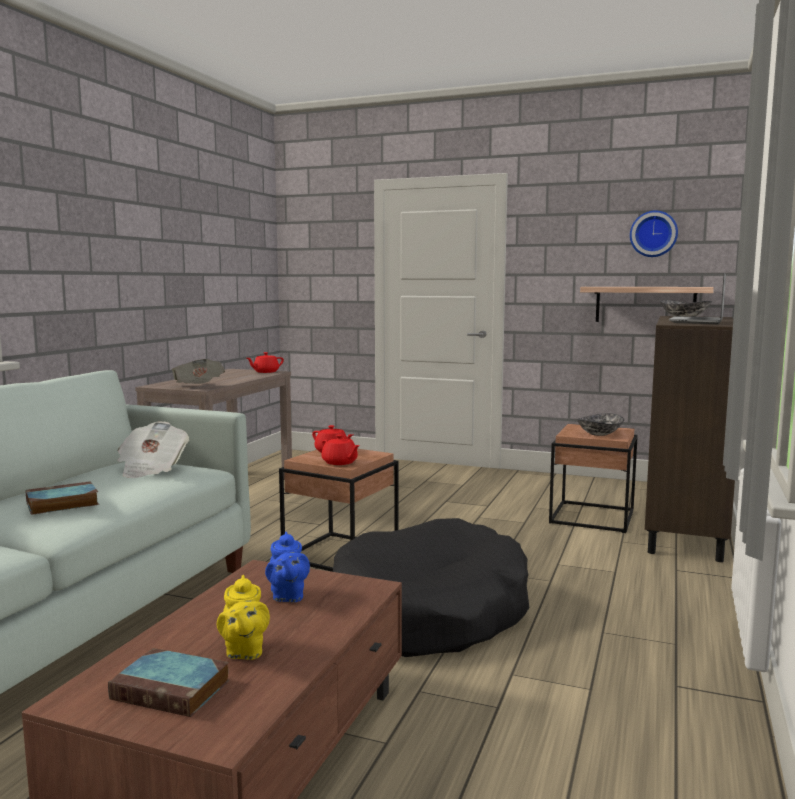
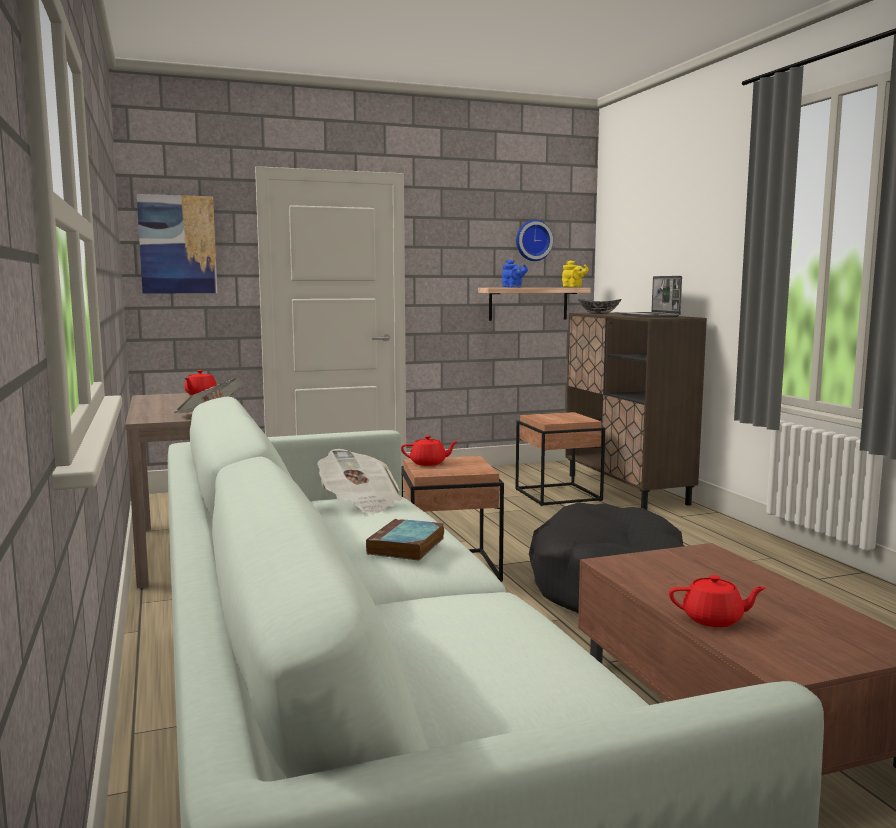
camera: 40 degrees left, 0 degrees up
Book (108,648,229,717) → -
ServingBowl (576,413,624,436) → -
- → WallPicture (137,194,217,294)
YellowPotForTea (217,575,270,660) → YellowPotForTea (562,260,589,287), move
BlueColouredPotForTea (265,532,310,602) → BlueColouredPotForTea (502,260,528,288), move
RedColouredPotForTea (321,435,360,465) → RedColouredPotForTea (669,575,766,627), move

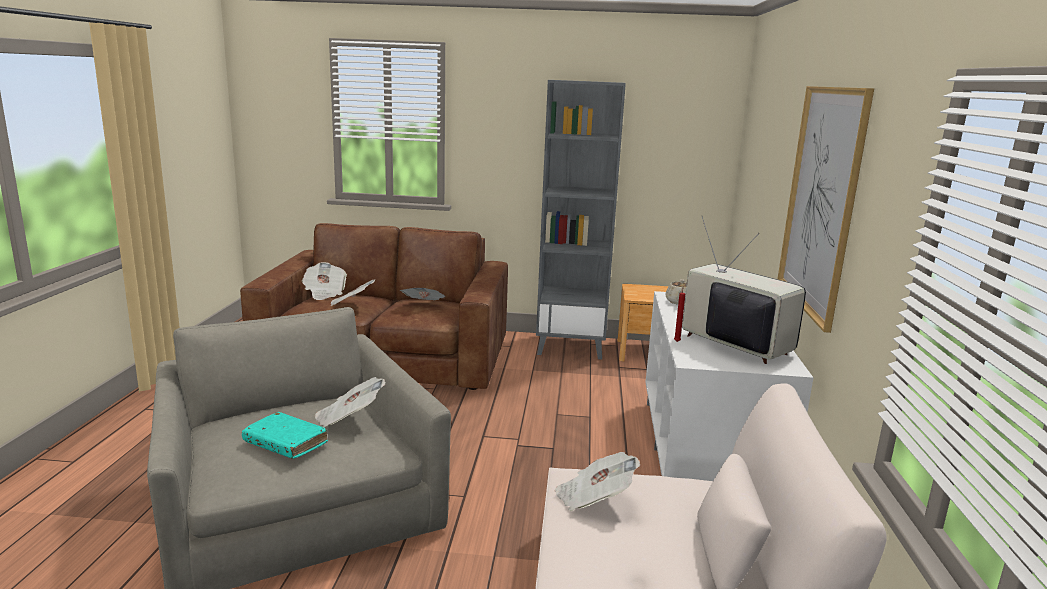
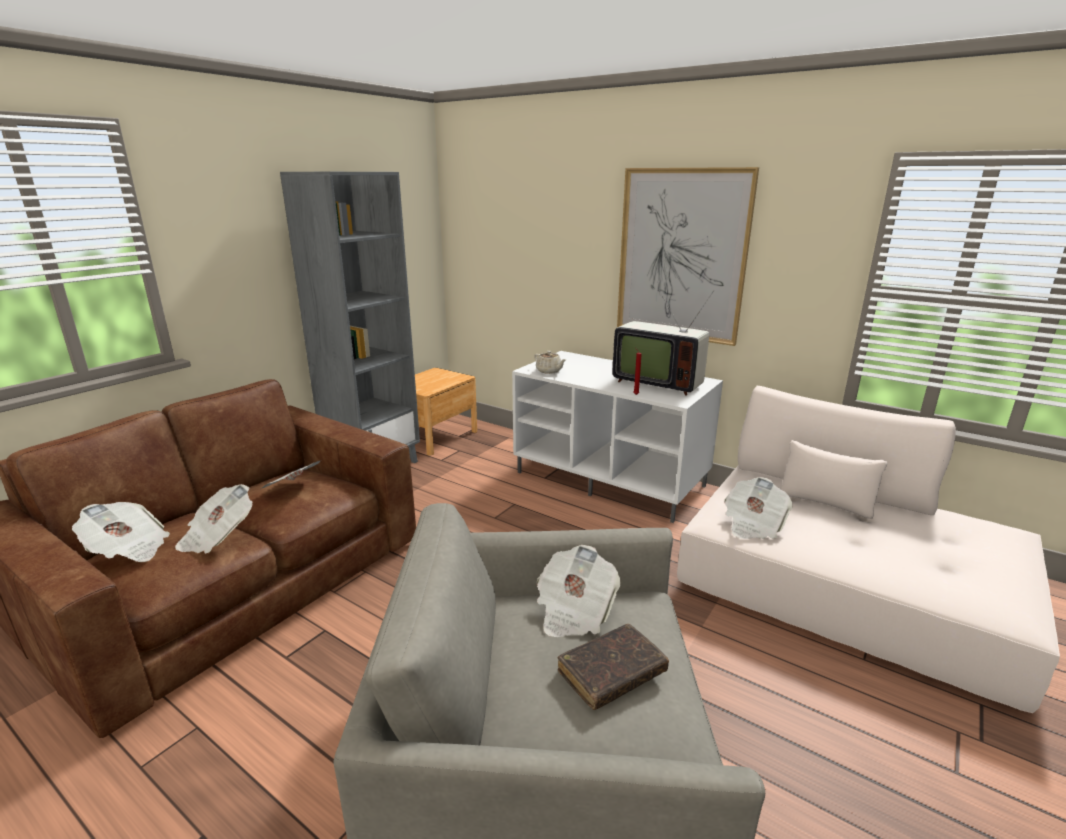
camera: 60 degrees left, 5 degrees up
TurquoiseBook (242,412,328,459) → BrownColouredBook (557,624,669,710)
Tv (682,217,806,364) → Tv (613,289,714,396), 135 degrees counterclockwise

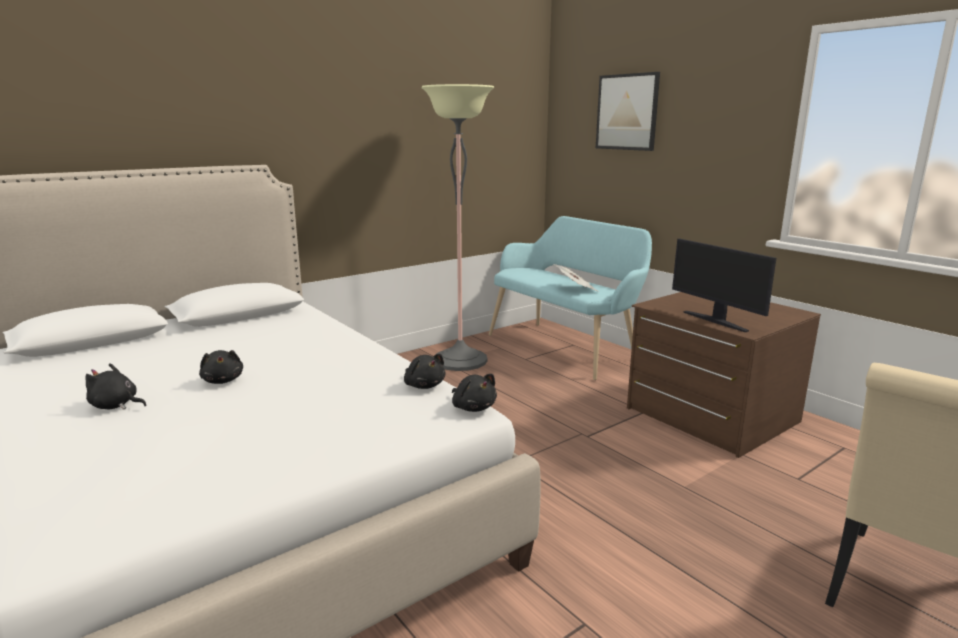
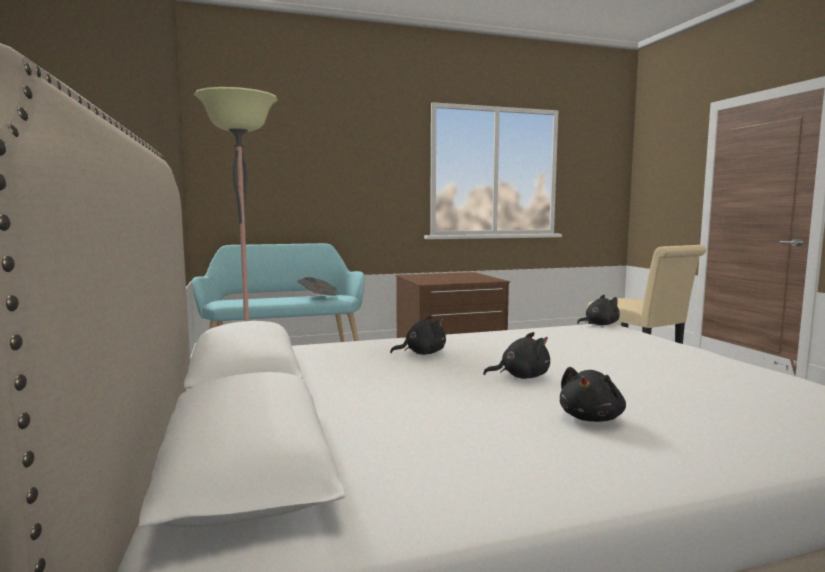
camera: 70 degrees left, 10 degrees down
WallPicture (596,72,660,151) → -
ComputerScreen (672,239,776,332) → -
BlackColouredCuddlyToy (404,354,446,389) → BlackColouredCuddlyToy (390,315,446,355), move

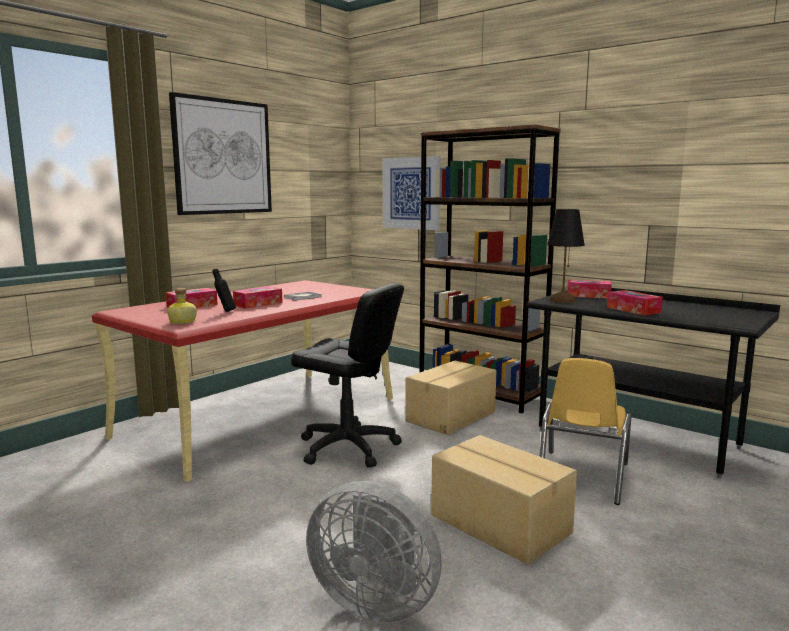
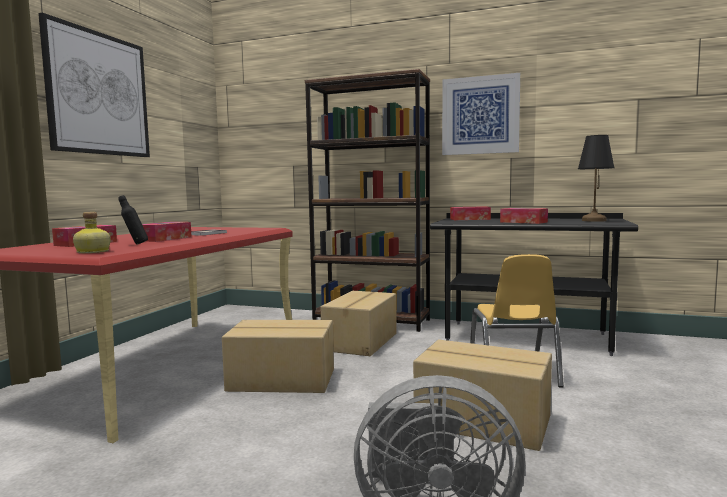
camera: 20 degrees left, 5 degrees down
WallPicture (383,156,441,230) → WallPicture (442,73,520,155), move
BlackColouredTableLamp (547,209,585,303) → BlackColouredTableLamp (578,135,615,222), move
BlackColouredOfficeChair (291,283,404,468) → CardboardBox (222,320,334,393)

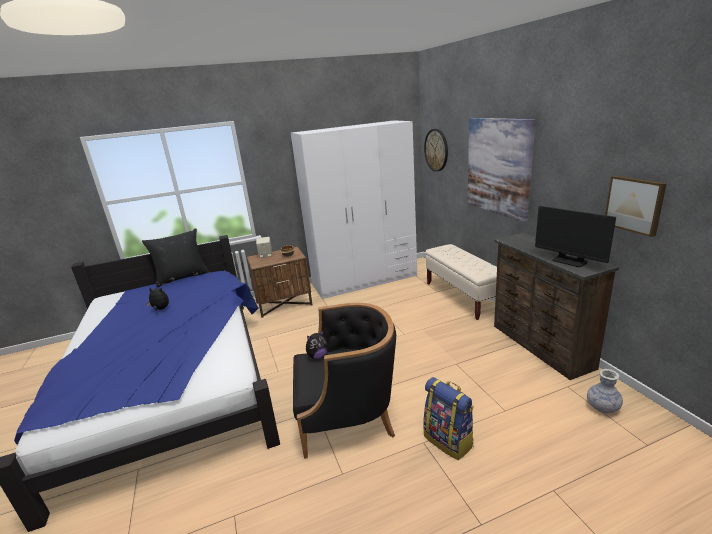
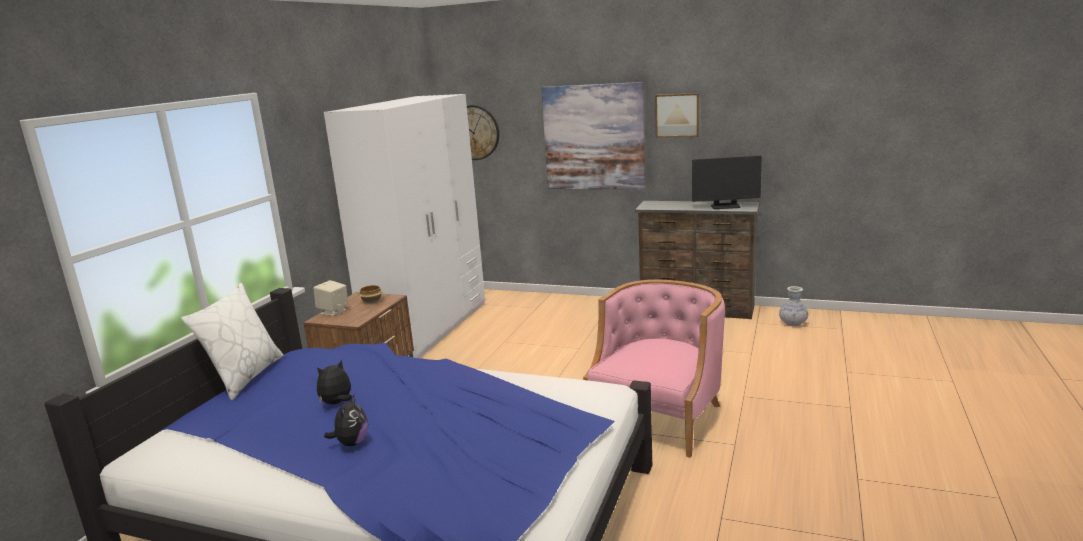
camera: 50 degrees left, 5 degrees down
Rucksack (423,377,474,460) → -
BeigeIndoorBench (425,244,497,320) → -
CuddlyToy (306,330,328,359) → CuddlyToy (324,395,368,446), move
WallPicture (605,175,667,237) → WallPicture (655,93,699,138), move
BlackColouredThrowPillow (142,228,210,287) → WhiteThrowPillow (181,283,284,400)
BlackColouredArmchair (293,303,396,459) → PinkArmchair (583,280,725,458)

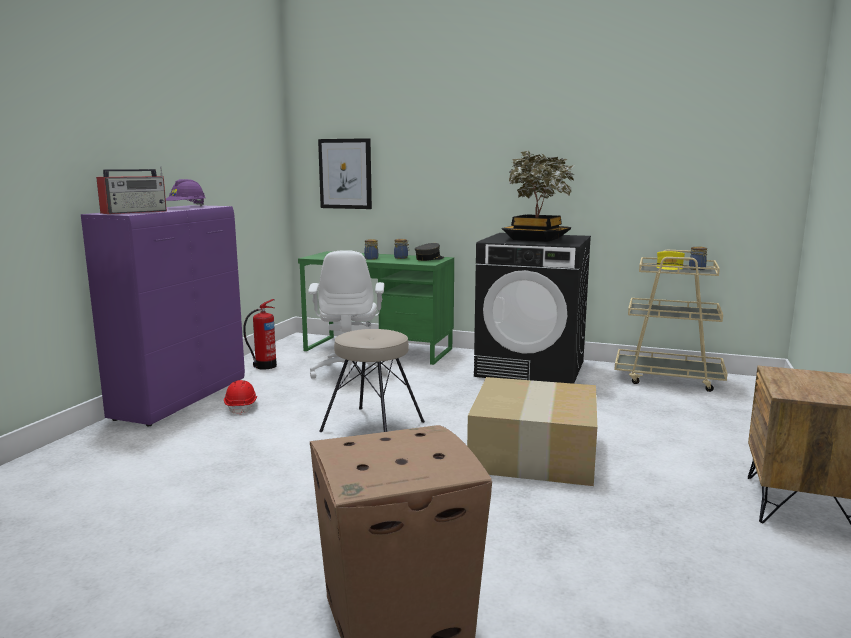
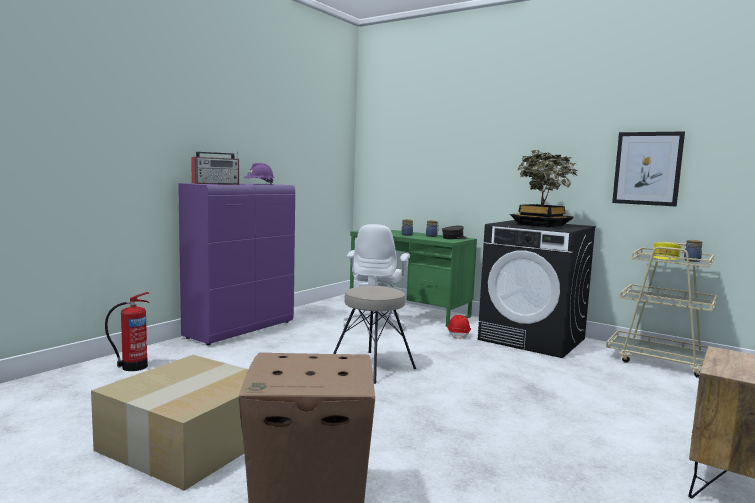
camera: 15 degrees right, 5 degrees down
RedColouredSafetyHelmet (224,380,257,415) → RedColouredSafetyHelmet (447,315,471,340), move
FireFightingCylinder (243,299,277,370) → FireFightingCylinder (105,292,149,371), move
WallPicture (318,138,372,209) → WallPicture (612,131,685,206), move
CardboardBox (467,377,597,486) → CardboardBox (91,355,248,491), move

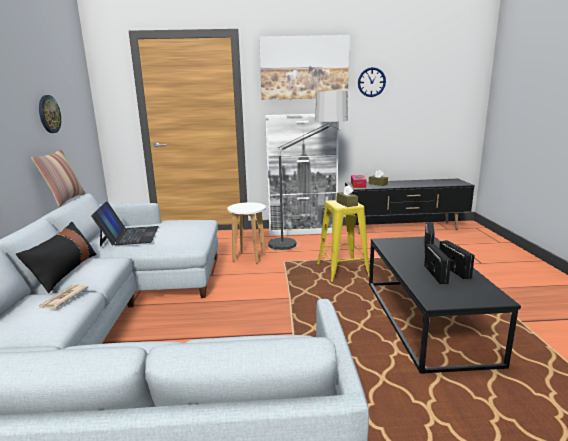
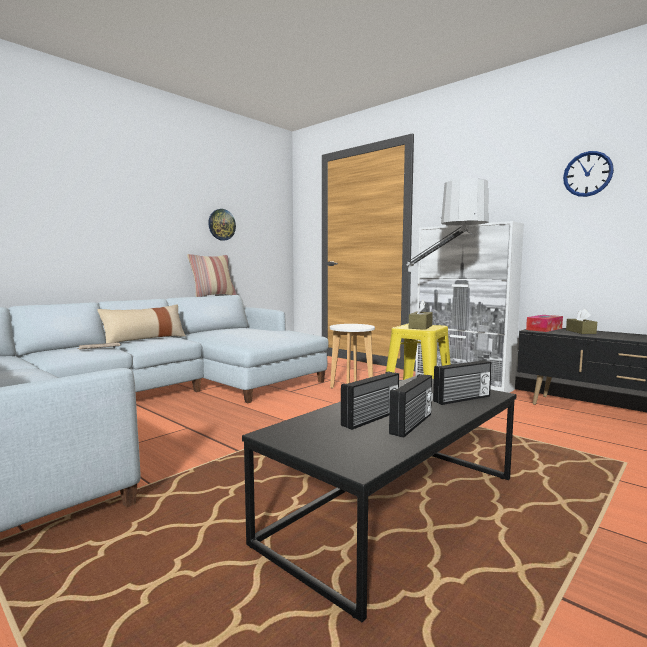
camera: 45 degrees right, 10 degrees down
PortableComputer (91,201,159,246) → -
WallPicture (259,35,349,100) → -
BlackColouredThrowPillow (16,222,97,293) → BeigeThrowPillow (97,304,186,343)

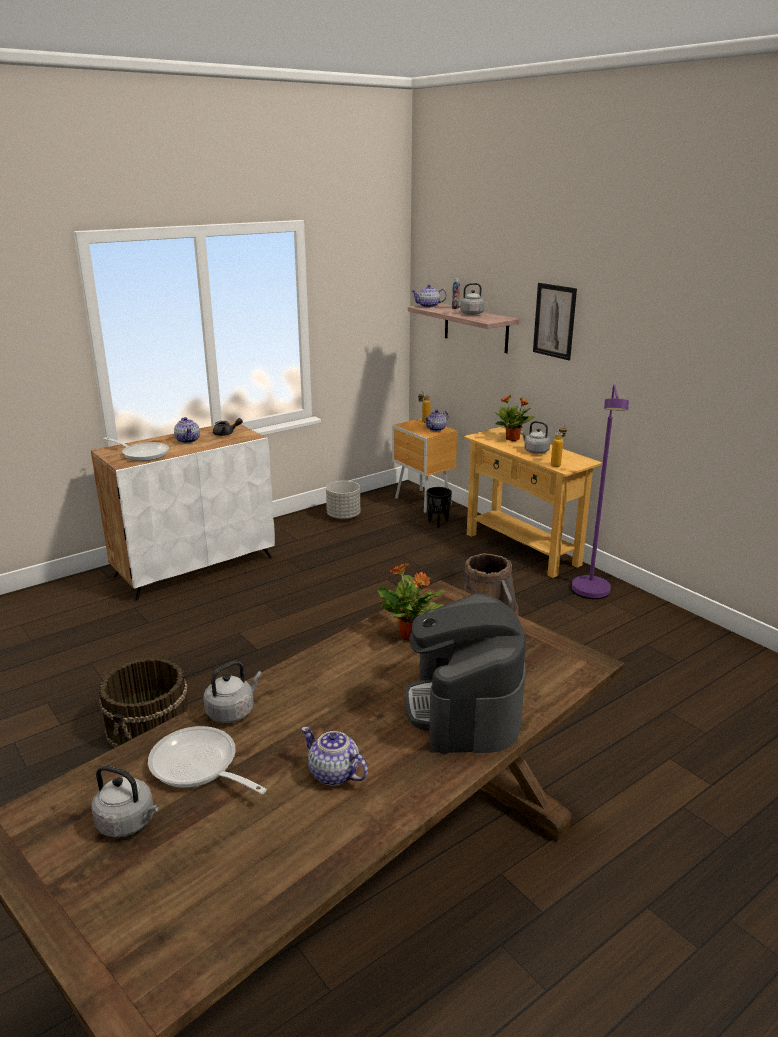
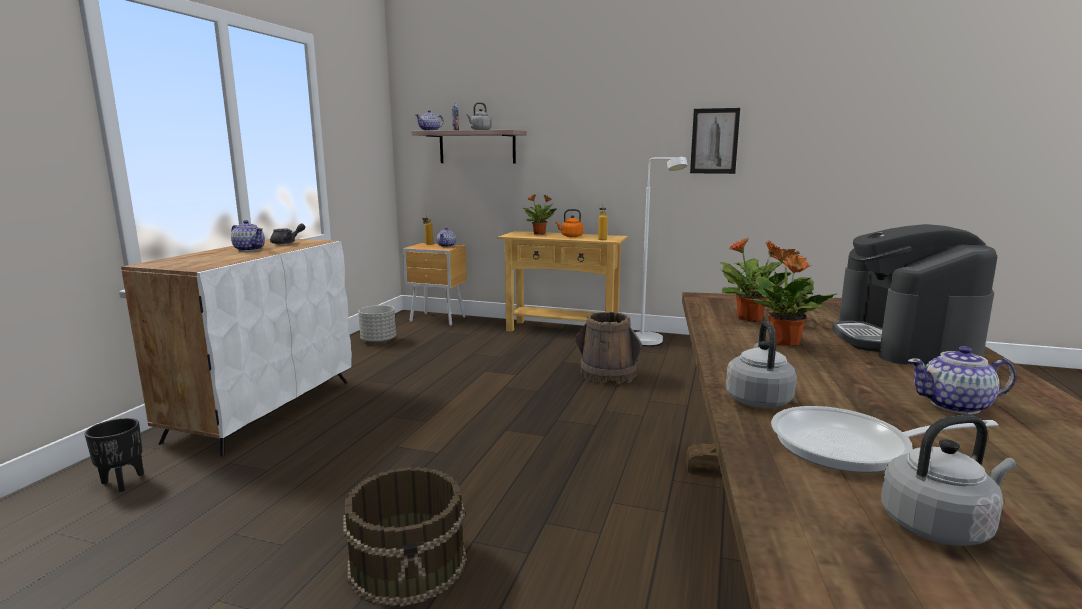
camera: 35 degrees left, 10 degrees down
Skillet (104,437,169,461) → -
- → PlantInAPot (753,248,836,346)
BlackColouredFlowerPot (426,487,452,528) → BlackColouredFlowerPot (85,418,144,492), move
WallPicture (533,283,577,360) → WallPicture (690,108,740,174), move
GreyishWaterKettle (521,421,550,454) → OrangeColouredWaterKettle (555,209,583,237)
PurpleStandardLamp (572,384,629,599) → WhiteStandardLamp (635,157,688,346)
CoffeeMaker (405,593,526,754) → CoffeeMaker (832,224,997,365), 45 degrees clockwise

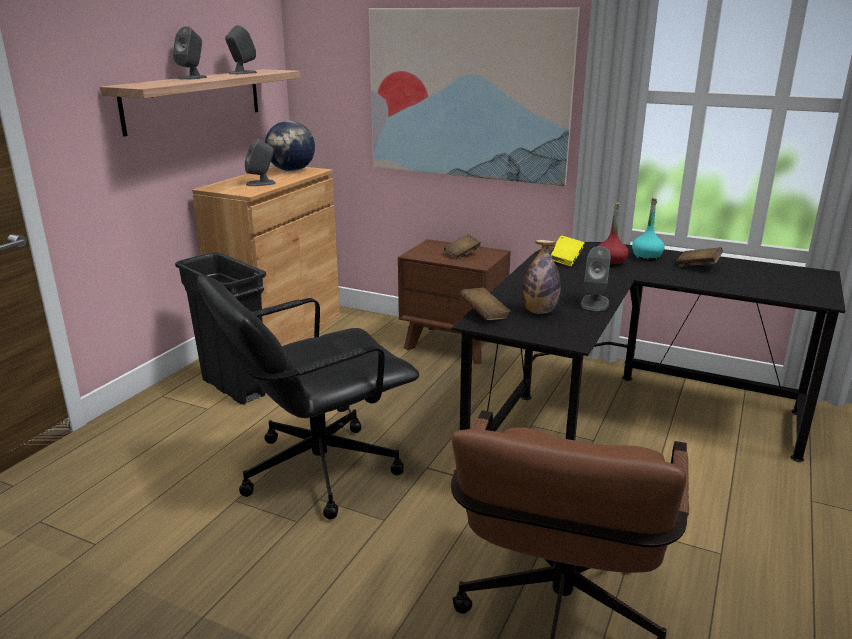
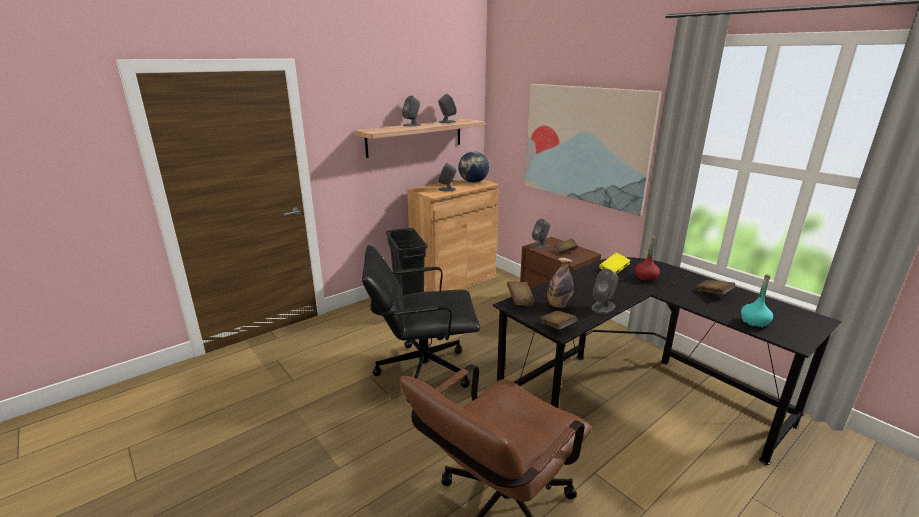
camera: 25 degrees right, 0 degrees up
- → GreyishAudioSpeaker (532,219,550,249)
- → BrownColouredBook (540,310,578,330)
TurquoiseBottle (632,198,665,260) → TurquoiseBottle (741,274,773,328), move

